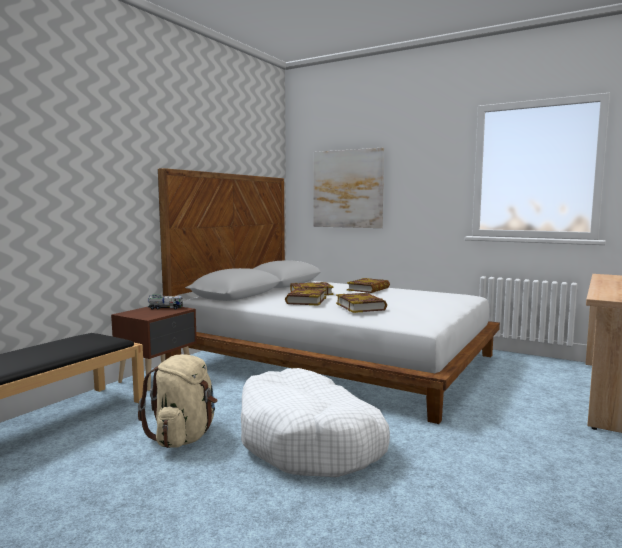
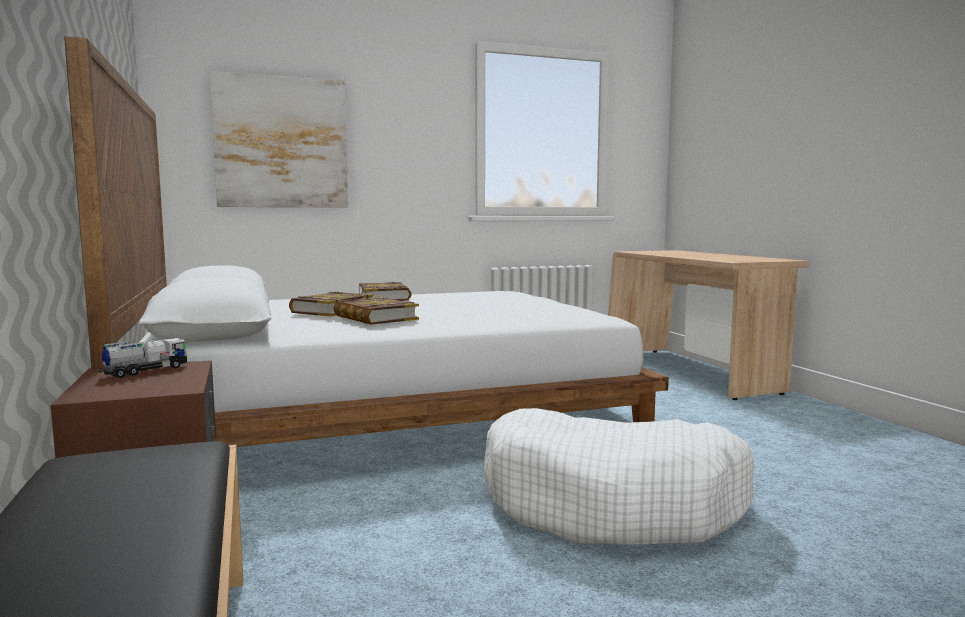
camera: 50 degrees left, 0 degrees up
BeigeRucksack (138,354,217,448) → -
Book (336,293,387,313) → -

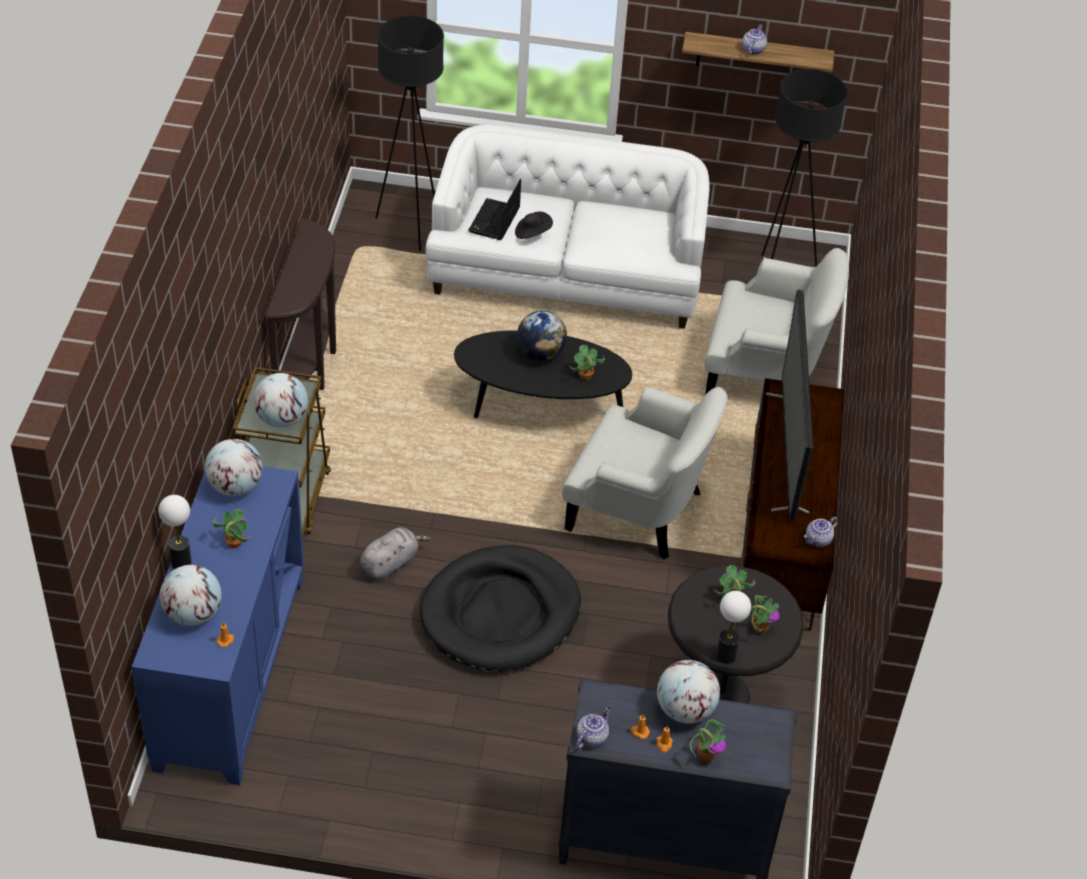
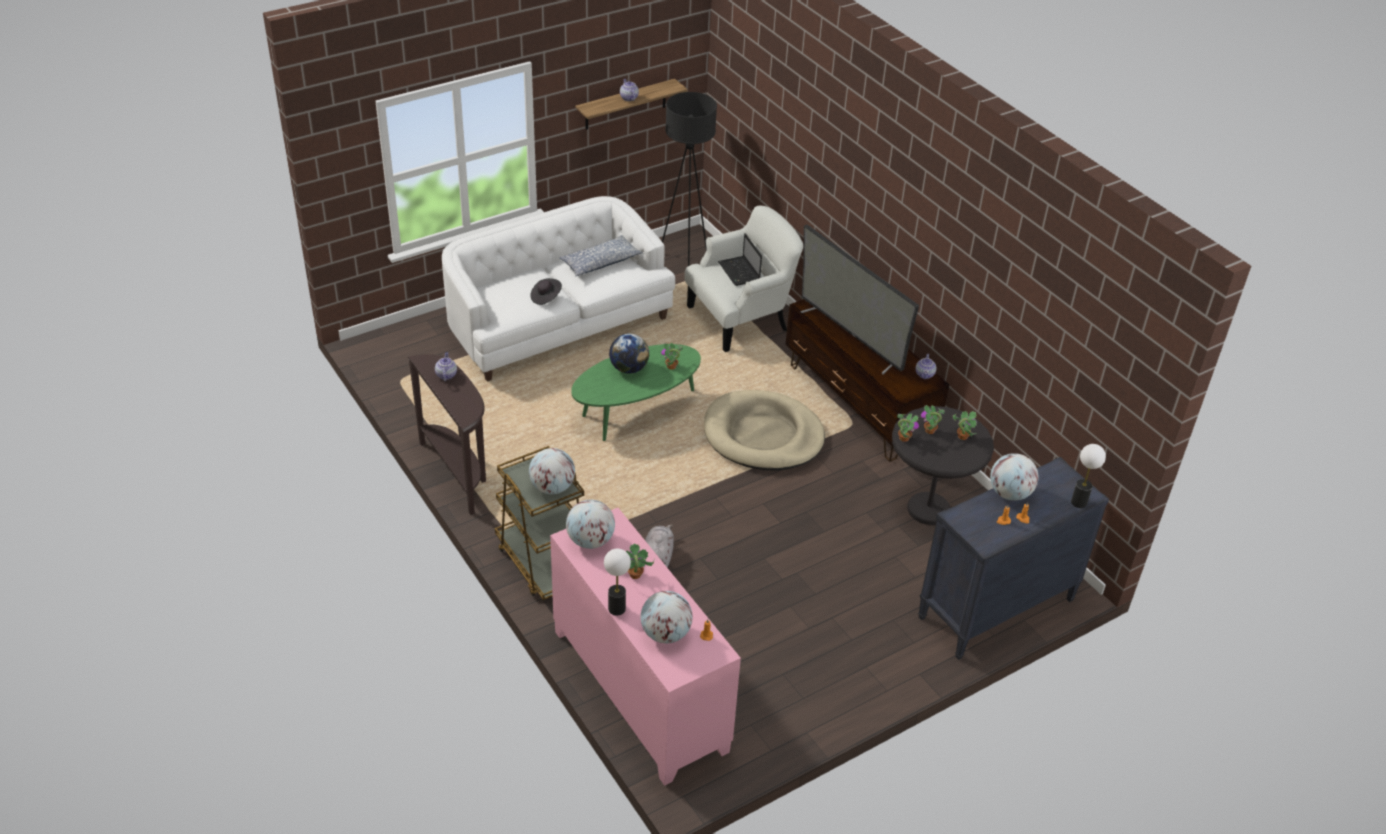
camera: 40 degrees left, 5 degrees down
BlackColouredStandardLamp (375,16,444,251) → -
BlackColouredPetBed (419,545,581,672) → -
- → ThrowPillow (559,235,643,277)
PortableComputer (468,179,521,240) → PortableComputer (718,233,762,286), move
PotForTea (576,707,611,748) → PotForTea (435,352,457,381), move
PlantInAPot (690,719,726,761) → PlantInAPot (897,413,919,442), move
TableLamp (716,591,751,664) → TableLamp (1071,444,1106,508), move
WhiteArmchair (562,386,728,560) → BeigePetBed (704,390,825,470)
BlueColouredCupboard (132,466,304,786) → PinkCupboard (550,508,741,786)
BlackColouredCoffeeTable (454,330,632,418) → GreenCoffeeTable (571,344,701,441)

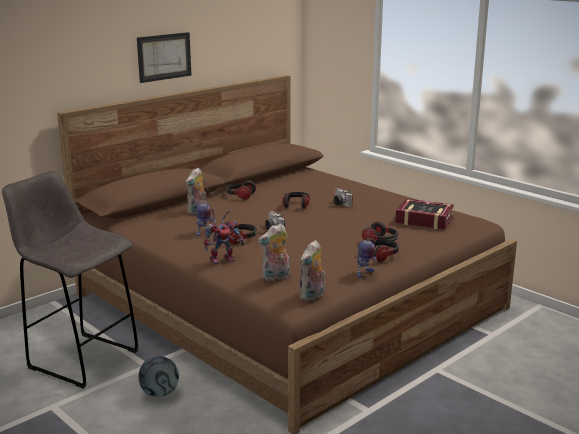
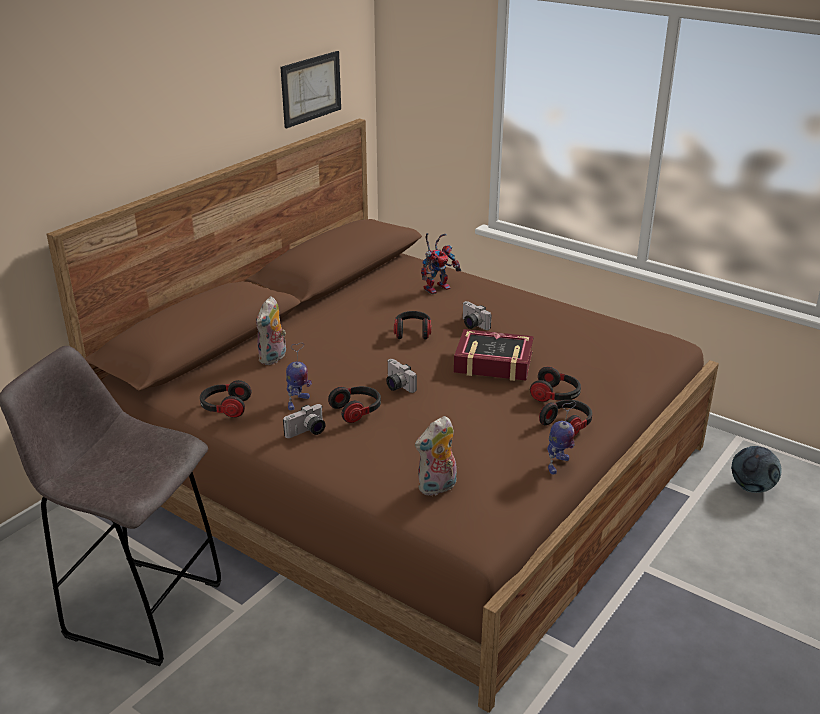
camera: 10 degrees left, 10 degrees up
CuddlyToy (299,240,325,301) → -
- → PhotoCamera (283,404,326,438)
WallPicture (137,32,191,83) → WallPicture (280,51,341,128), move
FootballBall (139,356,179,397) → FootballBall (731,446,782,493), move
RobotFigure (204,208,245,264) → RobotFigure (421,233,461,294), move
Headphones (226,181,256,199) → Headphones (200,380,251,418), move
Book (395,199,454,229) → Book (454,329,534,381), move

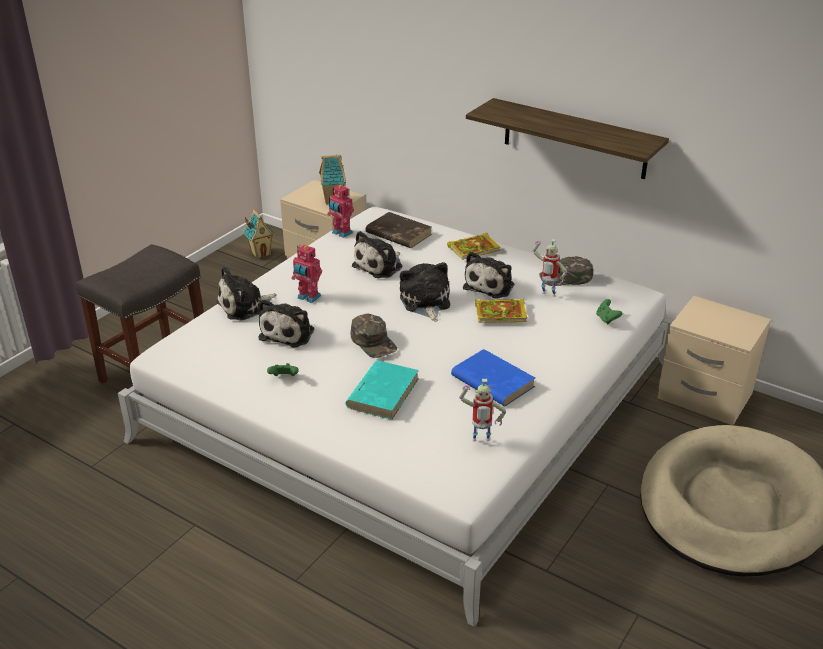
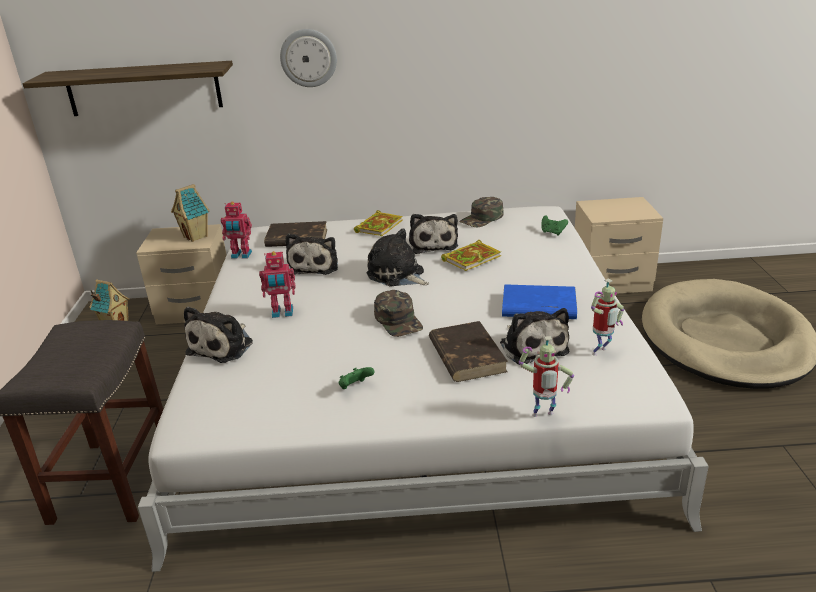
camera: 35 degrees left, 5 degrees down
- → ClockOnTheWall (280,29,337,87)
CuddlyToy (259,299,314,347) → CuddlyToy (500,308,570,365), move
WallShelf (466,98,669,179) → WallShelf (23,61,233,116), move
RobotFigure (533,239,567,297) → RobotFigure (519,336,574,417), move
TurquoiseBook (345,361,419,420) → BrownColouredBook (429,321,508,382)
GreenPeakedCap (351,314,397,358) → GreenPeakedCap (374,290,423,337), 45 degrees clockwise

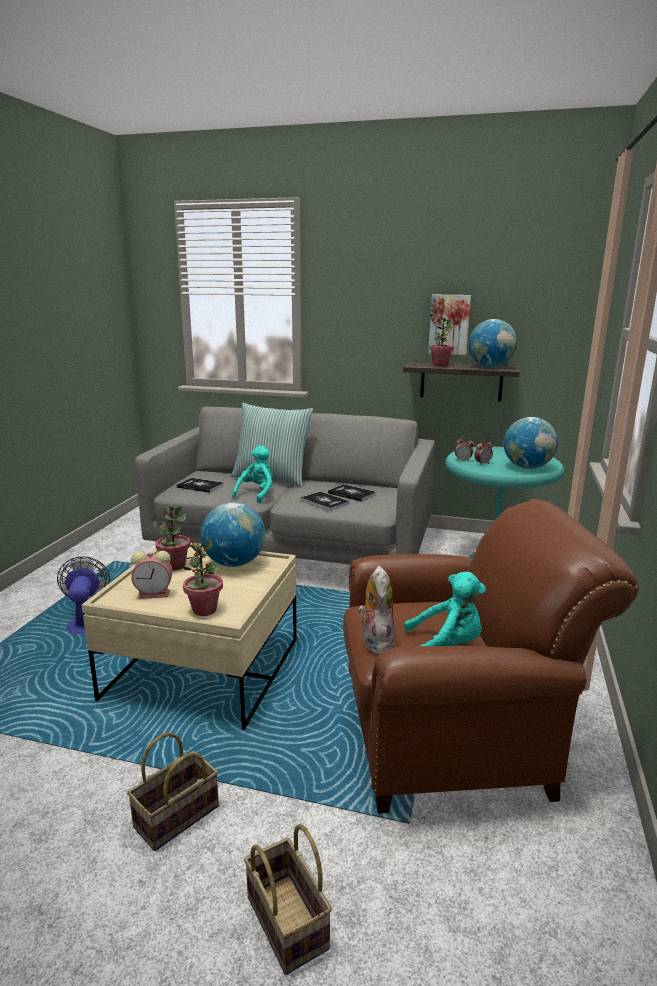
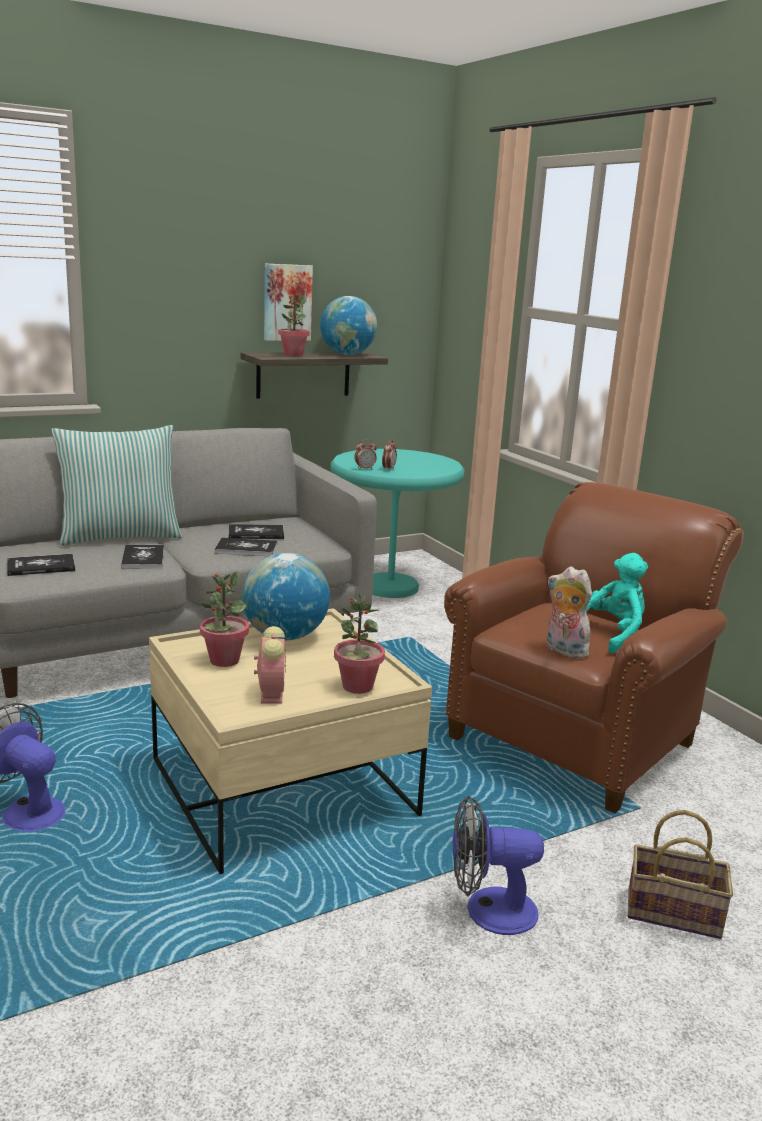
camera: 45 degrees left, 0 degrees up
Globe (504,417,558,469) → -
StorageBasket (127,733,219,851) → CoolingFan (453,796,544,935)
TurquoiseCuddlyToy (232,445,272,503) → Book (121,545,164,569)
BedsideClock (131,551,173,599) → BedsideClock (254,626,286,704), 45 degrees counterclockwise

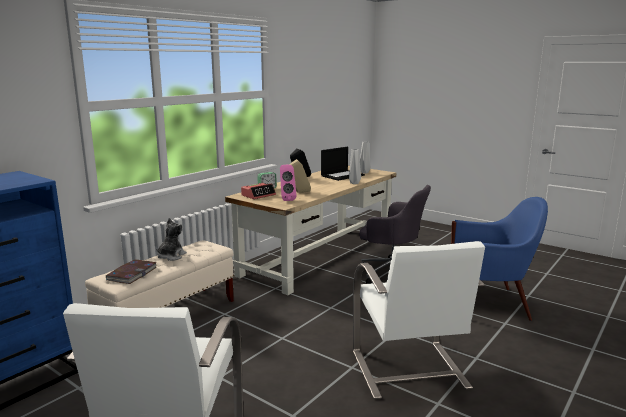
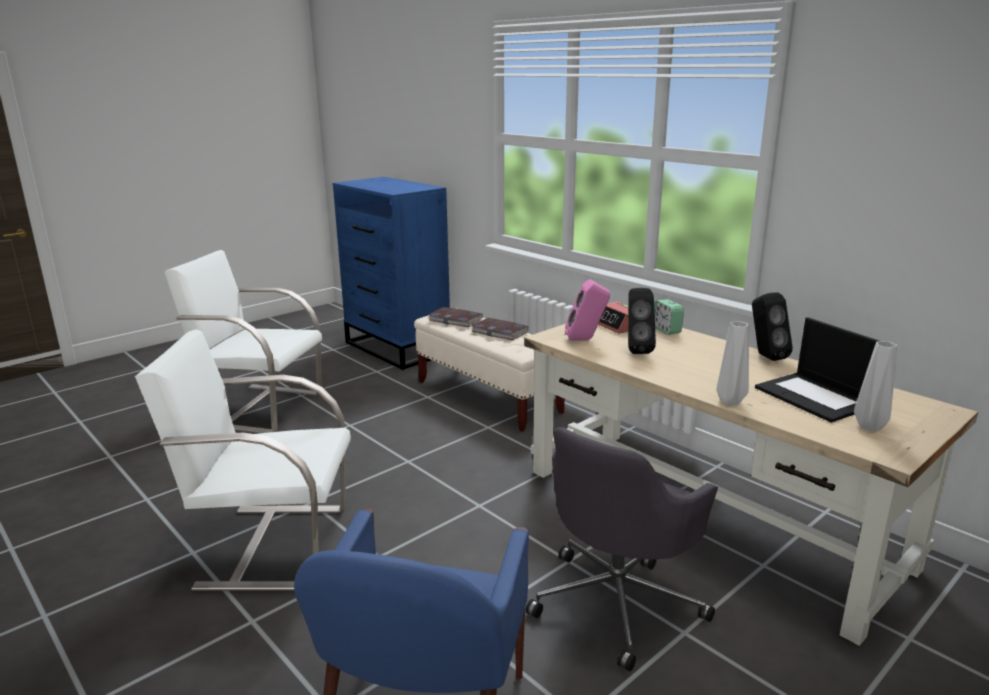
camera: 100 degrees right, 5 degrees up
CuddlyToy (156,218,187,261) → Book (471,318,529,340)
BeigeAudioSpeaker (289,159,311,193) → BlackColouredAudioSpeaker (628,288,656,354)

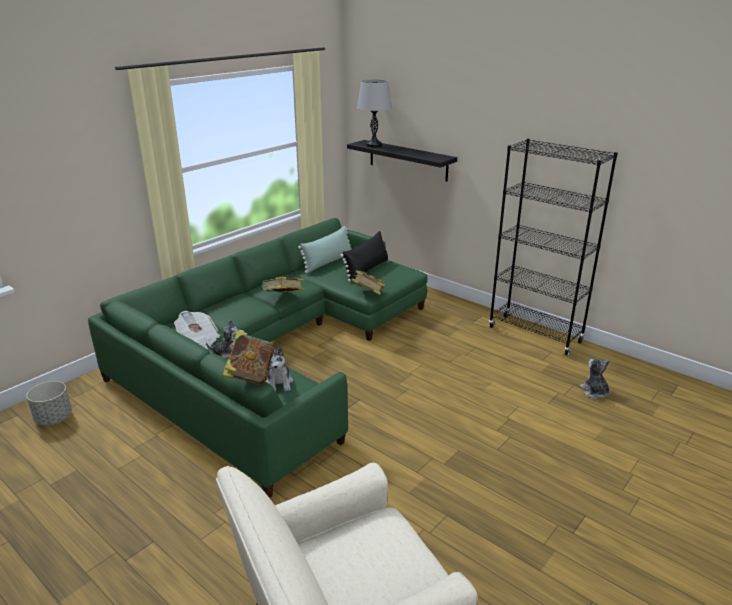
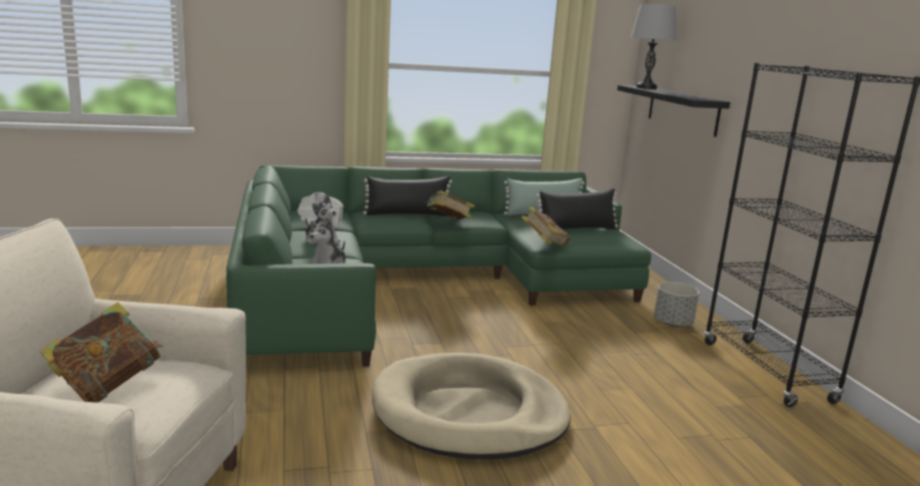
camera: 35 degrees right, 10 degrees down
CuddlyToy (580,357,610,399) → -
- → BlackColouredThrowPillow (363,176,452,216)
- → BeigePetBed (372,353,571,460)
GreyishFlowerPot (26,381,72,425) → GreyishFlowerPot (654,282,699,327), move
Book (222,330,274,385) → Book (39,302,164,403), move

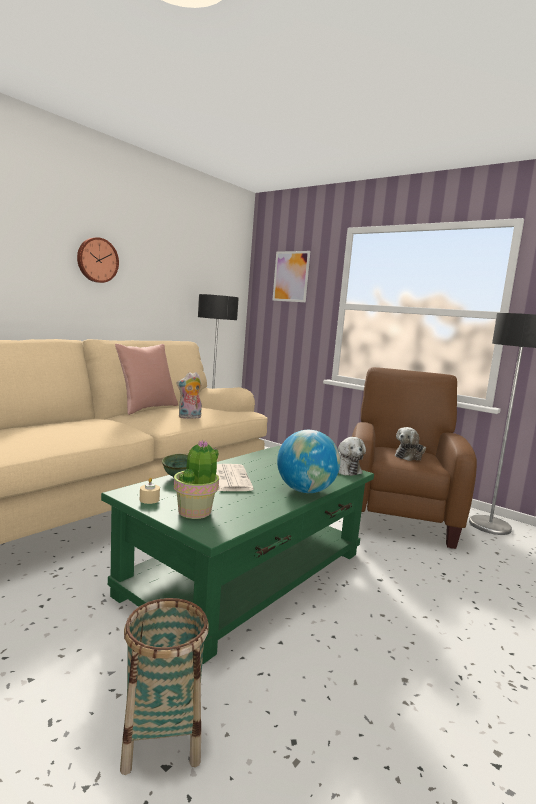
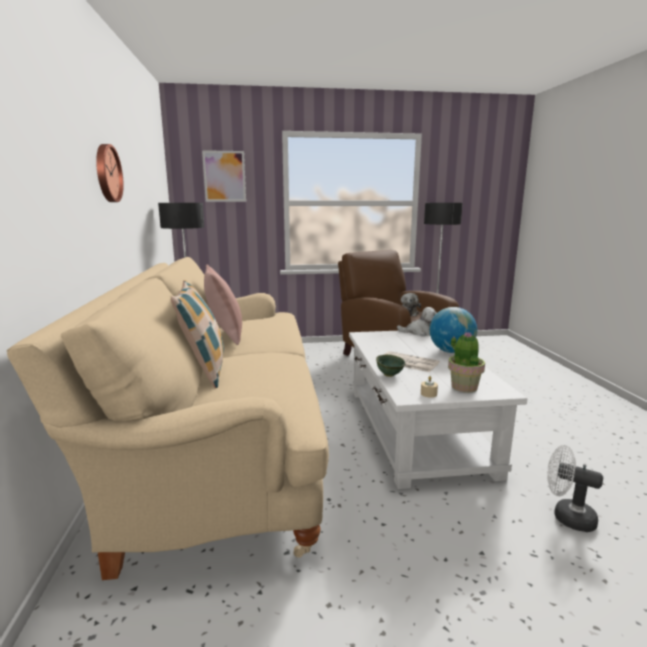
camera: 45 degrees left, 5 degrees up
CuddlyToy (176,372,202,419) → -
- → ThrowPillow (171,280,224,388)
StorageBasket (120,598,209,775) → WhiteCoolingFan (547,445,603,532)
GreenCoffeeTable (101,446,374,664) → WhiteCoffeeTable (349,331,527,489)

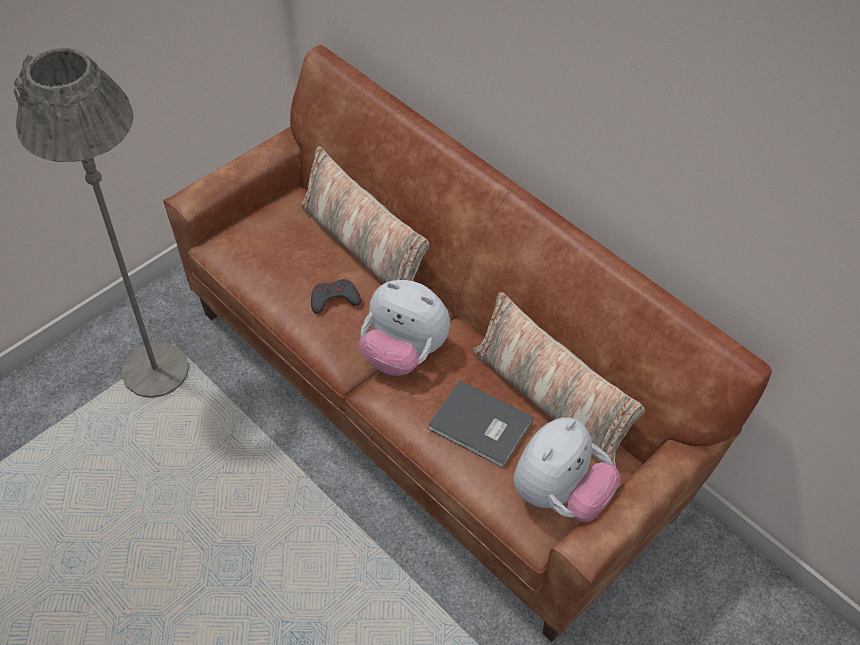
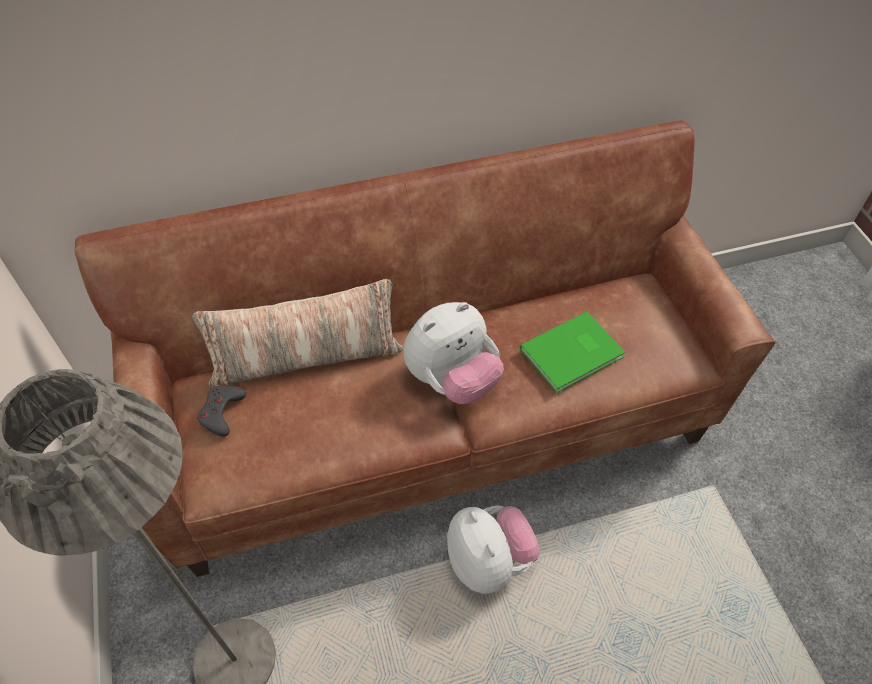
camera: 60 degrees left, 0 degrees up
ThrowPillow (473,292,645,467) → -
GreyishGamepad (311,279,361,314) → GreyishGamepad (197,386,246,437), move
CuddlyToy (513,418,620,523) → CuddlyToy (447,506,540,594), move
GreyishBook (428,380,533,468) → GreenBook (520,312,625,394)

